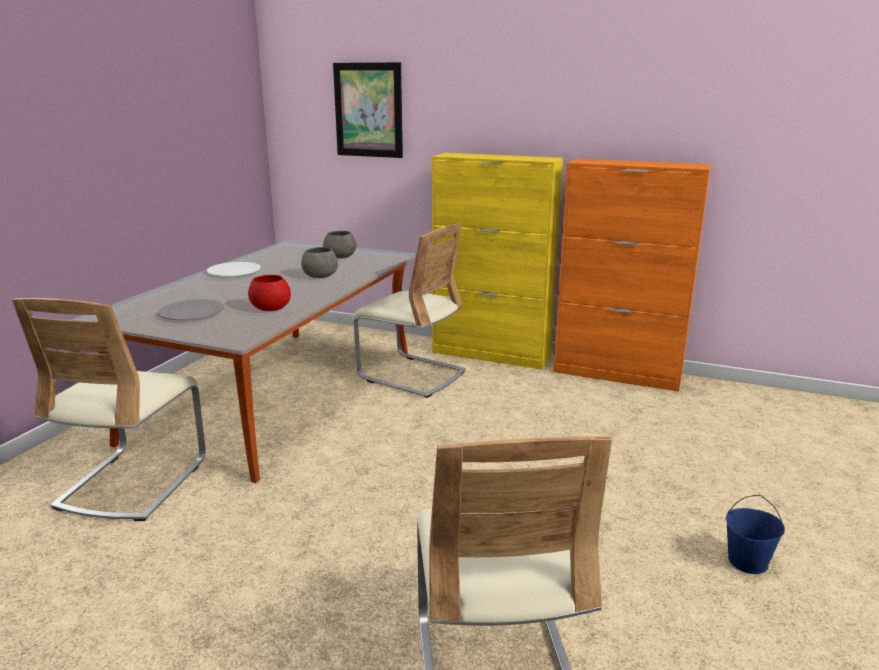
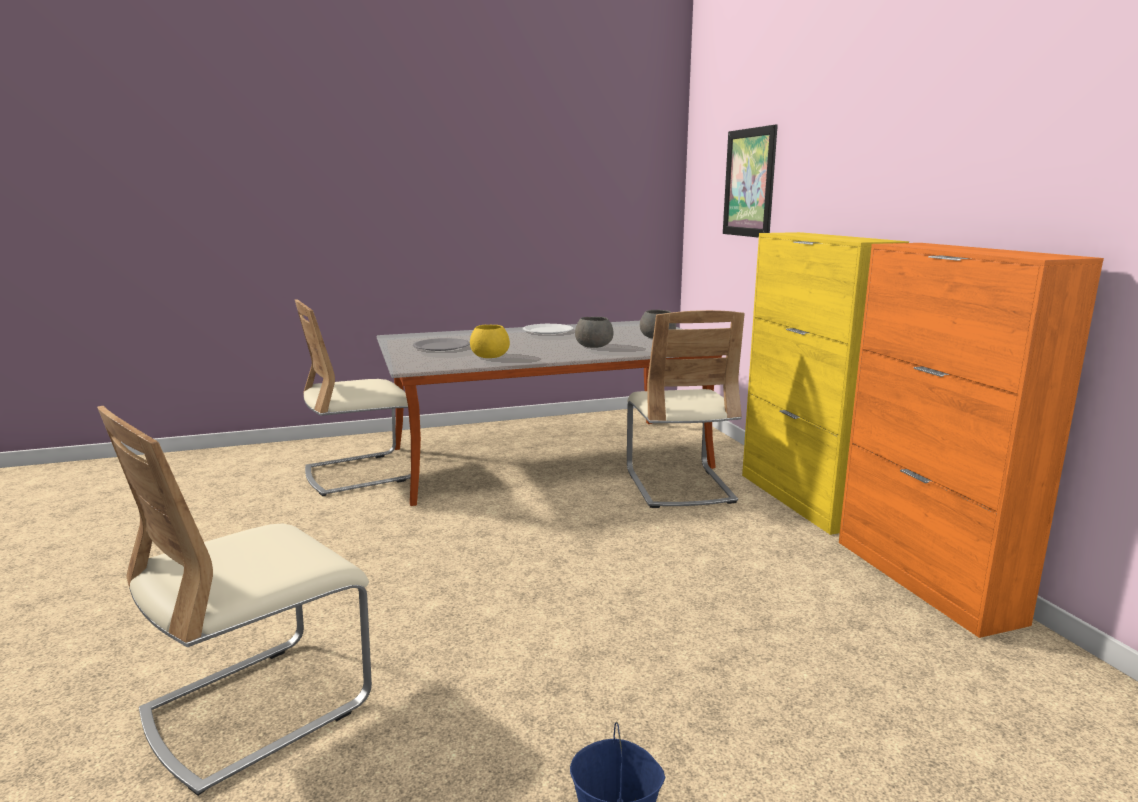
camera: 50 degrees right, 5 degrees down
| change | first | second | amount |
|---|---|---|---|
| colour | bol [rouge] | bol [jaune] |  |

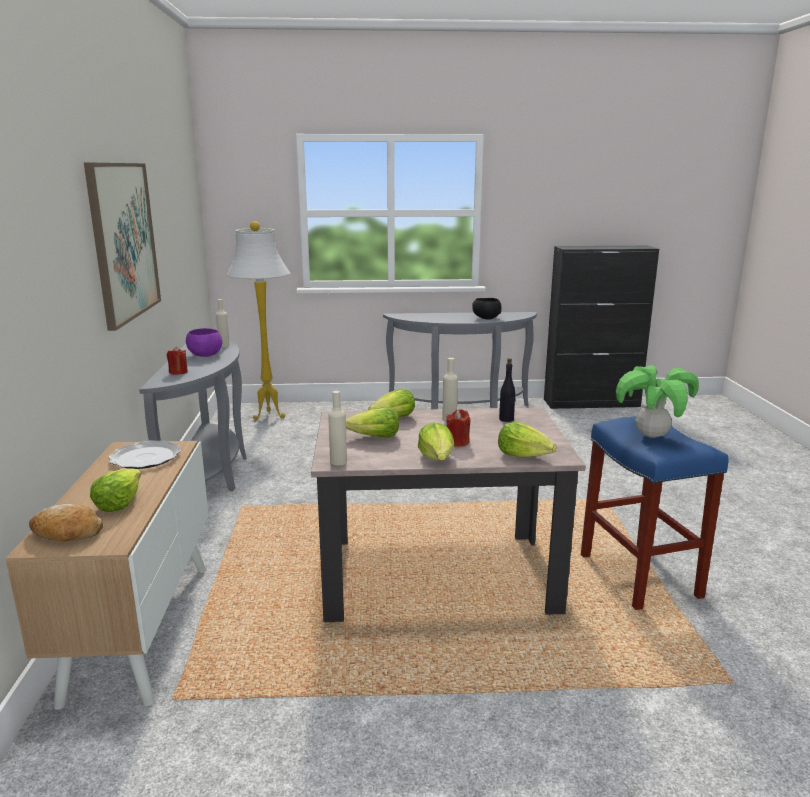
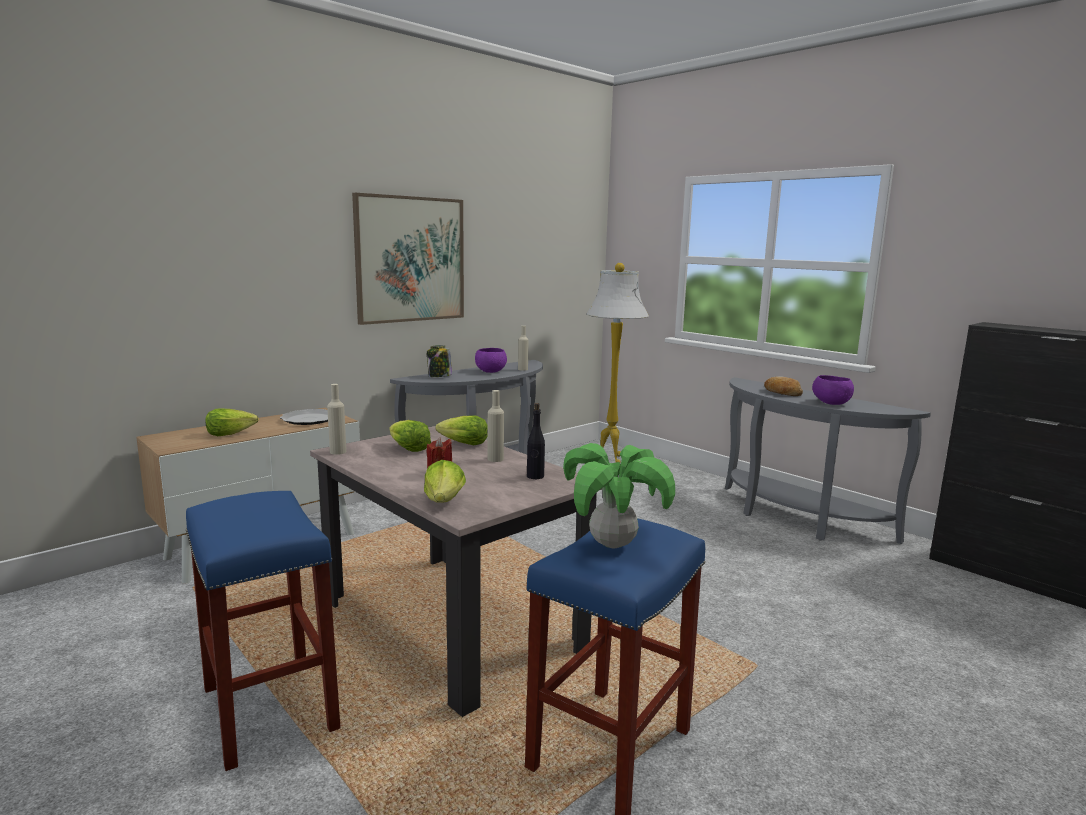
camera: 50 degrees right, 5 degrees down
| change | first | second | amount |
|---|---|---|---|
| relocated | pain |  |  |
| exchanged | bougie [rouge] (no. 1 from left) | bocal |  |
| missing | laitue (no. 4 from left) |  |  |
| colour | bol [noir] | bol [violet] (no. 2 from left) |  |
| appeared |  | tabouret [bleu] (no. 1 from left) |  |

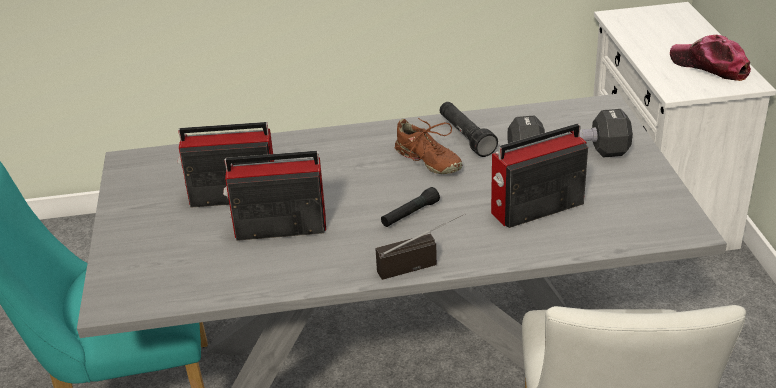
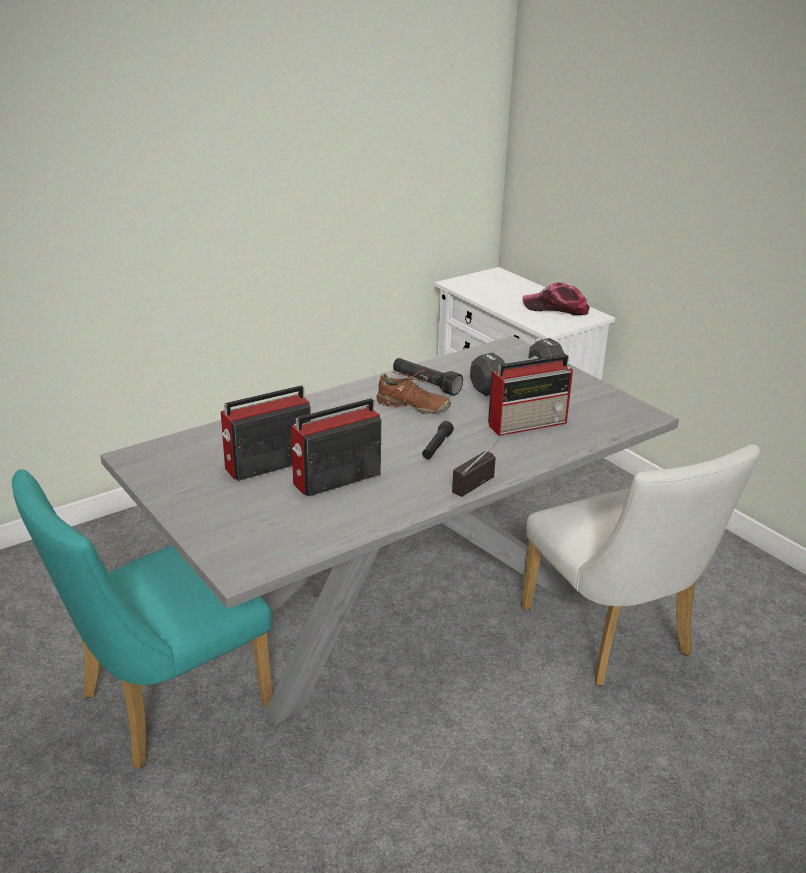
camera: 30 degrees left, 5 degrees down
| change | first | second | amount |
|---|---|---|---|
| spun | radio (no. 4 from left) |  | 150 degrees counterclockwise |

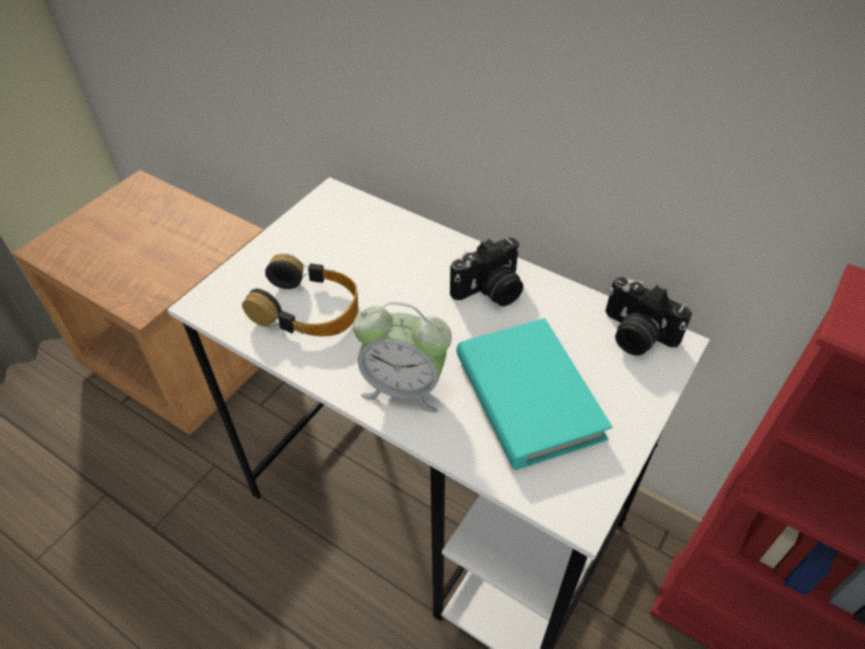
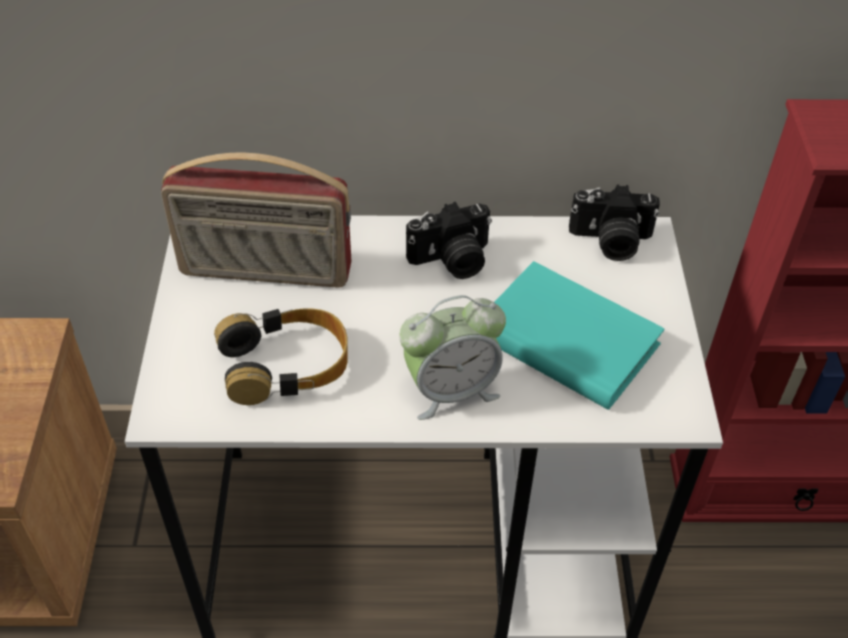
camera: 35 degrees left, 0 degrees up
| change | first | second | amount |
|---|---|---|---|
| spun | appareil photo (no. 1 from left) |  | 45 degrees clockwise |
| appeared |  | radio |  |

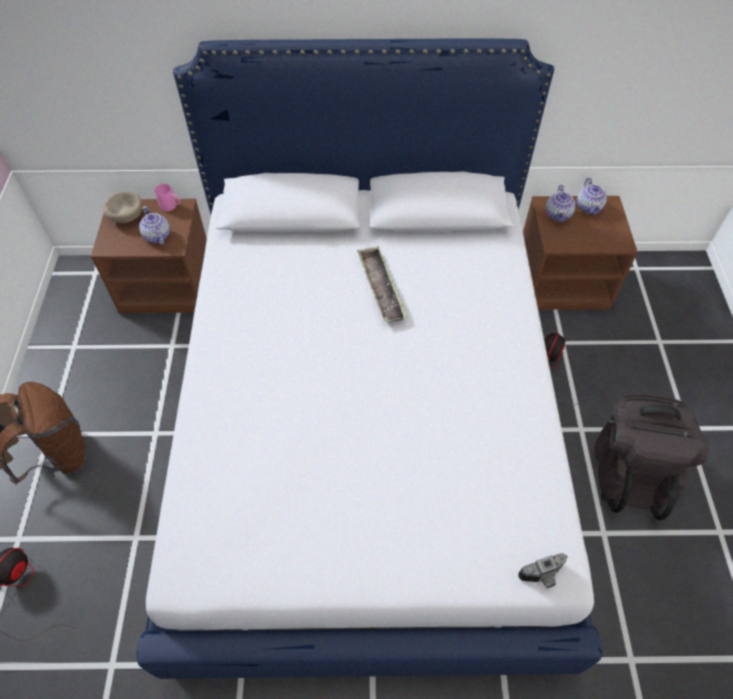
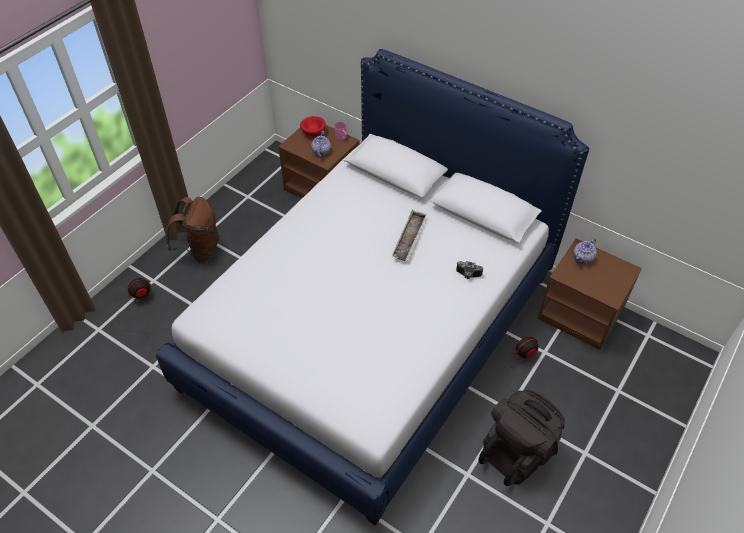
camera: 35 degrees right, 5 degrees down
| change | first | second | amount |
|---|---|---|---|
| colour | bol [beige] | bol [rouge] |  |
| relocated | appareil photo |  |  |
| missing | théière (no. 3 from left) |  |  |

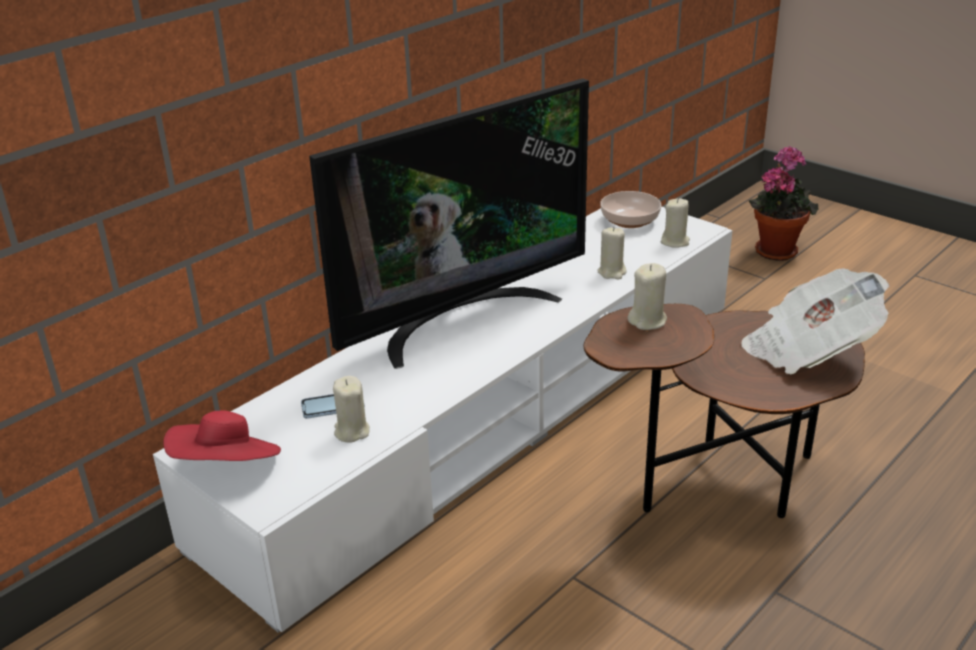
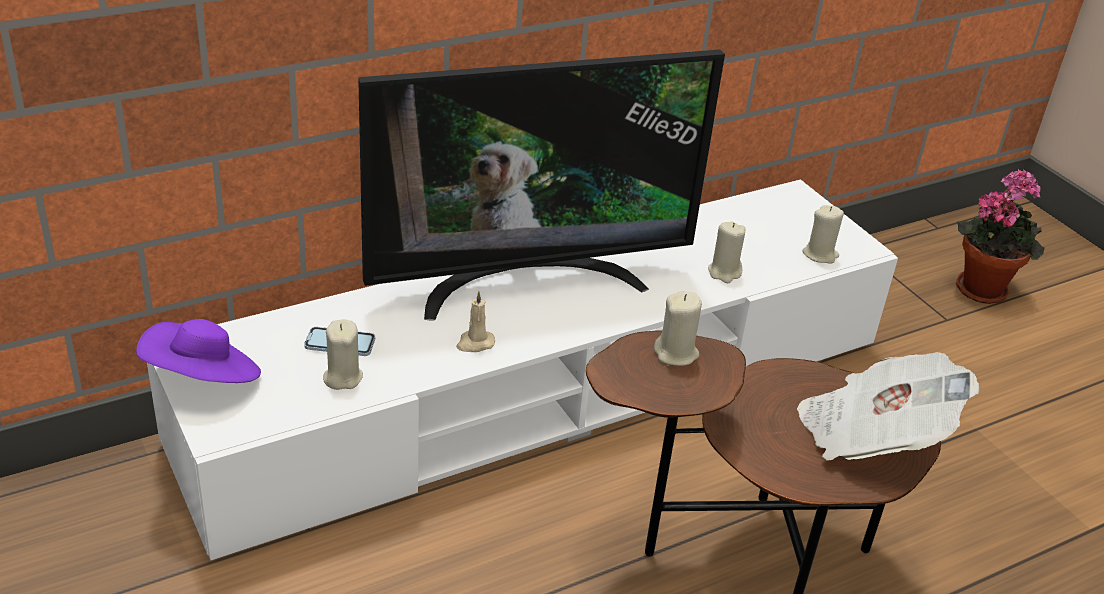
camera: 15 degrees right, 5 degrees up
| change | first | second | amount |
|---|---|---|---|
| colour | chapeau [rouge] | chapeau [violet] |  |
| missing | bol |  |  |
| appeared |  | bougie [beige] (no. 2 from left) |  |

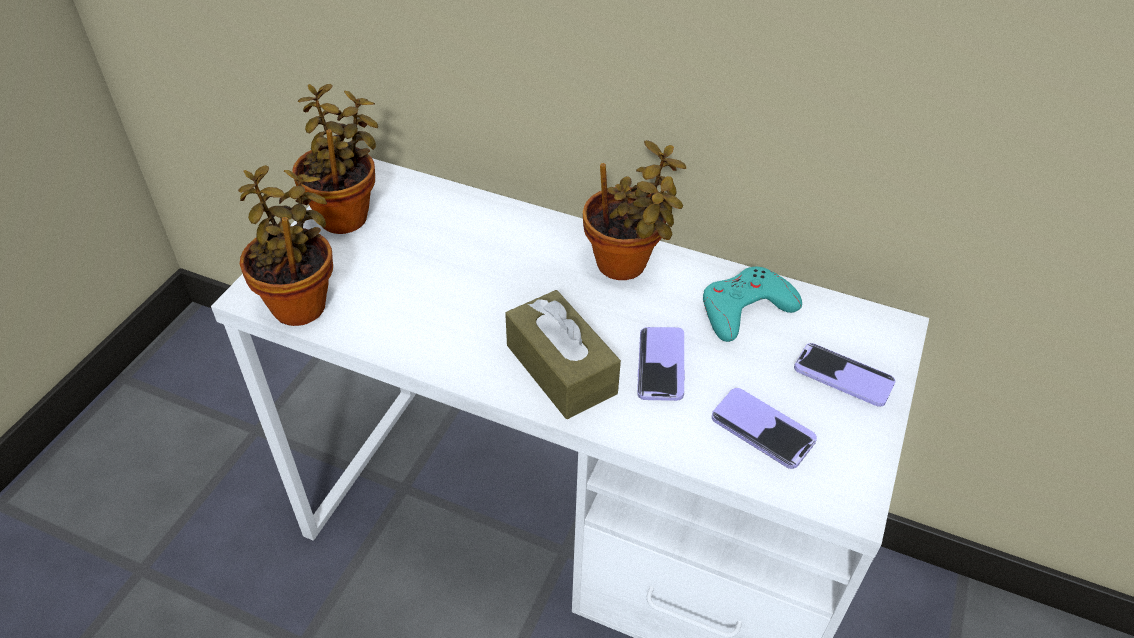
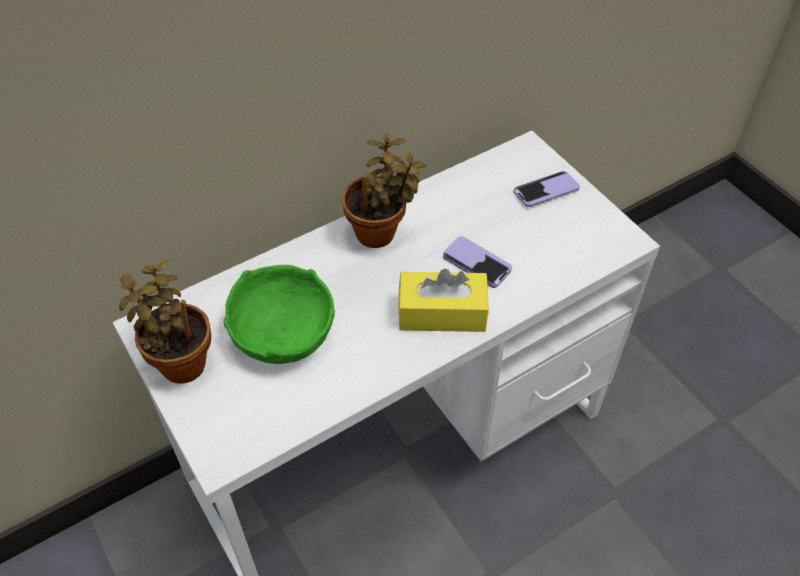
camera: 55 degrees left, 5 degrees up
| change | first | second | amount |
|---|---|---|---|
| missing | plante en pot (no. 1 from left) |  |  |
| colour | boîte à mouchoirs [marron] | boîte à mouchoirs [jaune] |  |
| missing | manette [turquoise] |  |  |
| missing | téléphone (no. 2 from left) |  |  |
| appeared |  | bol [vert] |  |

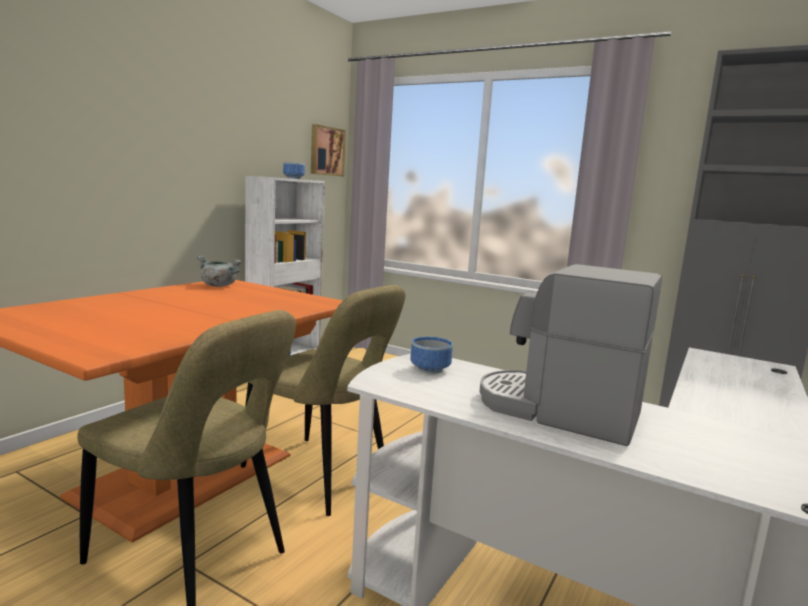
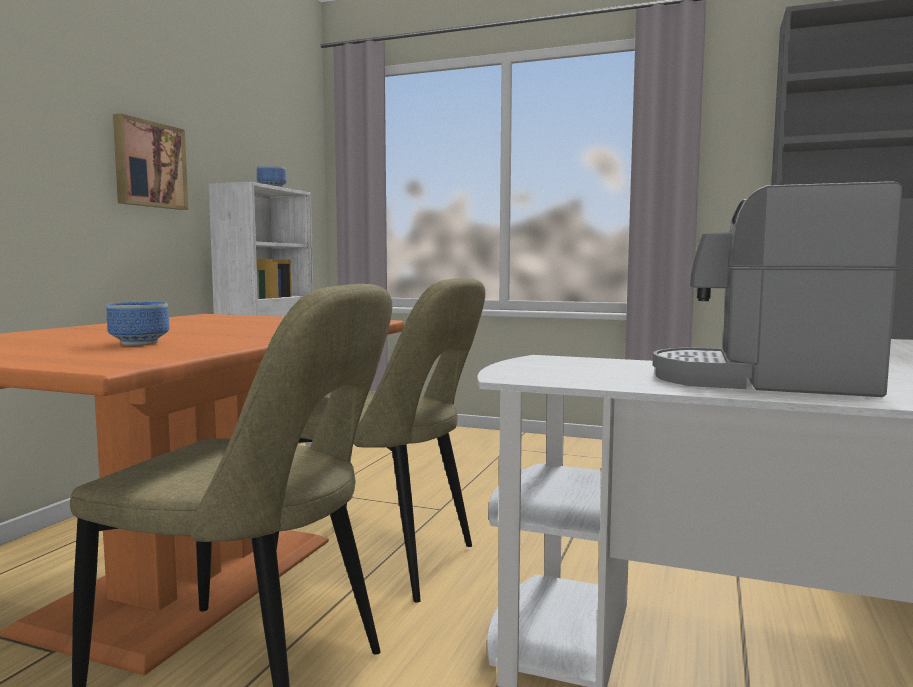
camera: 10 degrees left, 5 degrees down
| change | first | second | amount |
|---|---|---|---|
| missing | marmite [gris] |  |  |
| relocated | tableau |  |  |
| relocated | bol (no. 2 from left in the first image) | bol (no. 1 from left) |  |

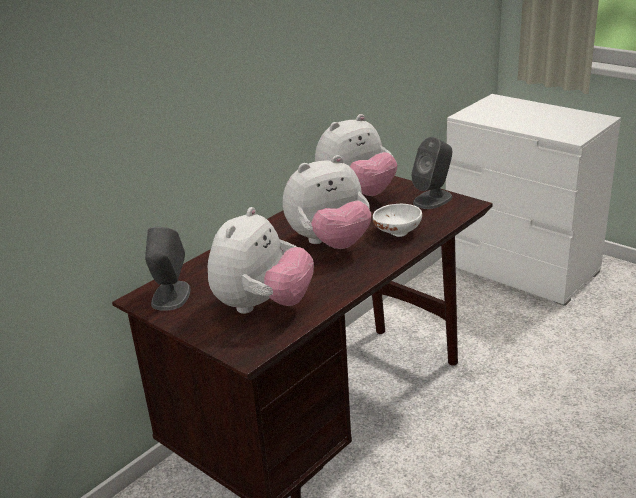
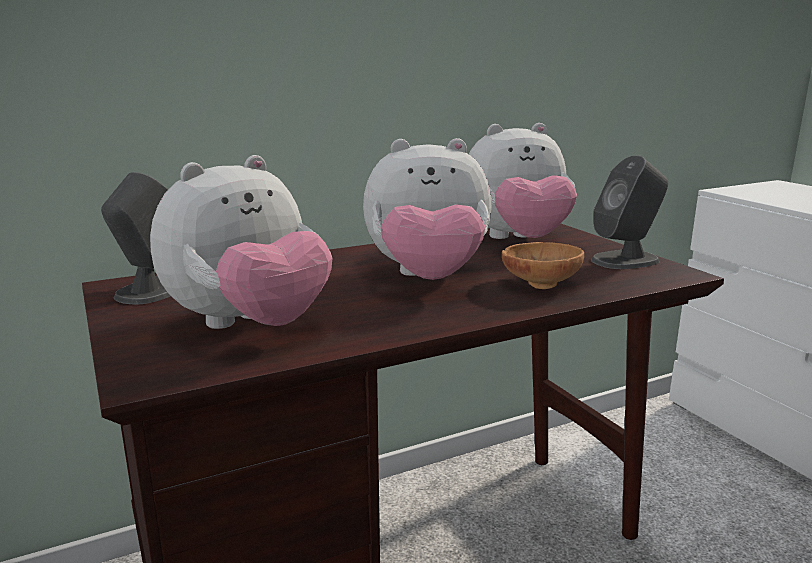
camera: 20 degrees right, 10 degrees down
| change | first | second | amount |
|---|---|---|---|
| colour | bol [blanc] | bol [marron] |  |

